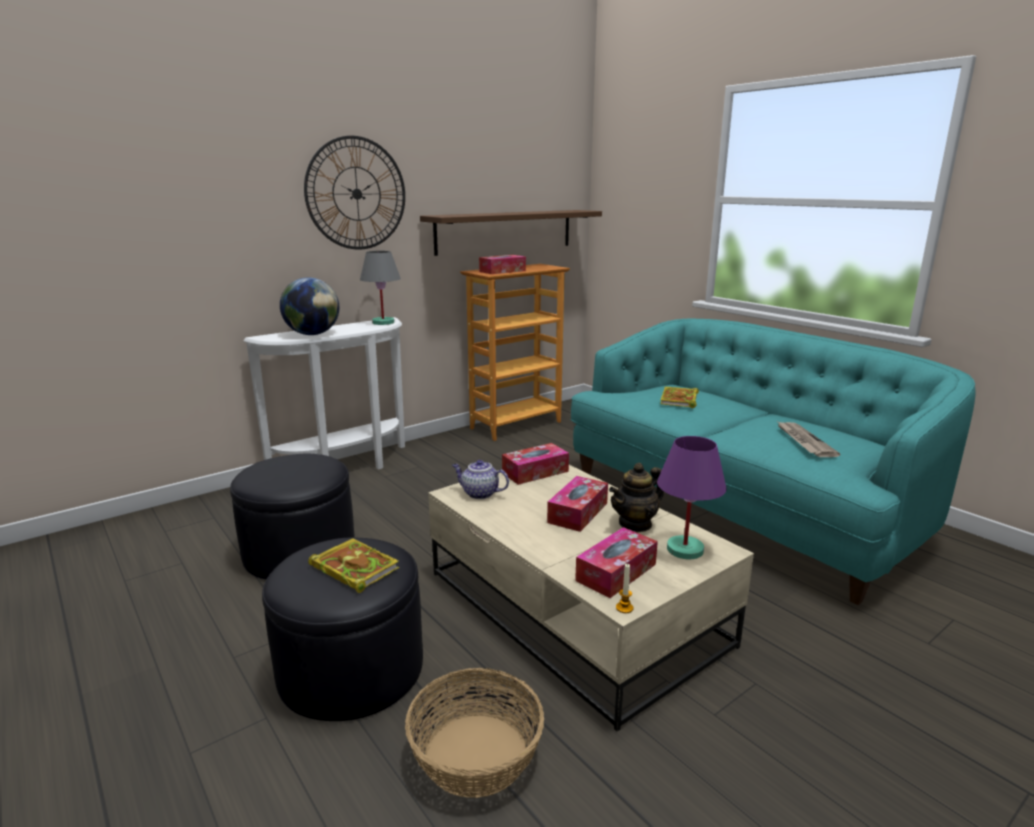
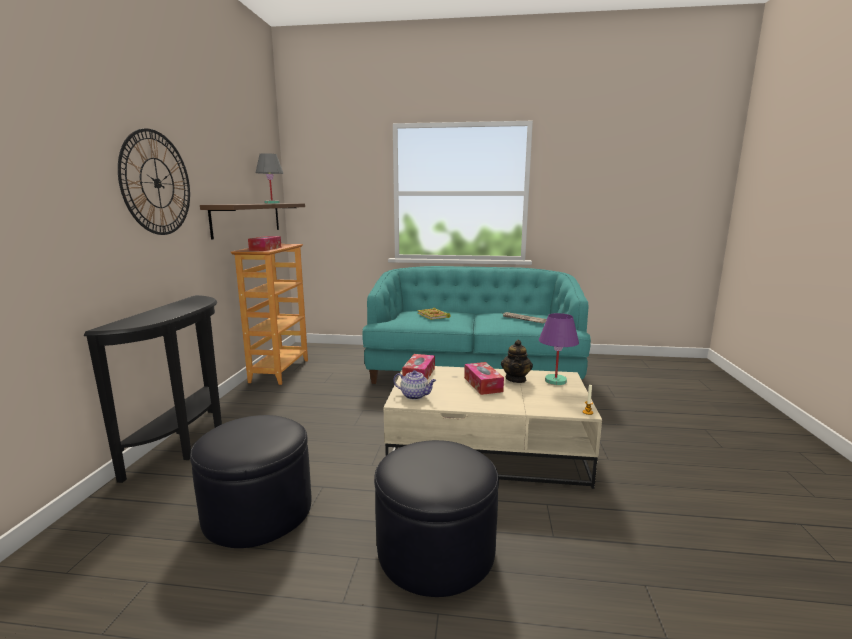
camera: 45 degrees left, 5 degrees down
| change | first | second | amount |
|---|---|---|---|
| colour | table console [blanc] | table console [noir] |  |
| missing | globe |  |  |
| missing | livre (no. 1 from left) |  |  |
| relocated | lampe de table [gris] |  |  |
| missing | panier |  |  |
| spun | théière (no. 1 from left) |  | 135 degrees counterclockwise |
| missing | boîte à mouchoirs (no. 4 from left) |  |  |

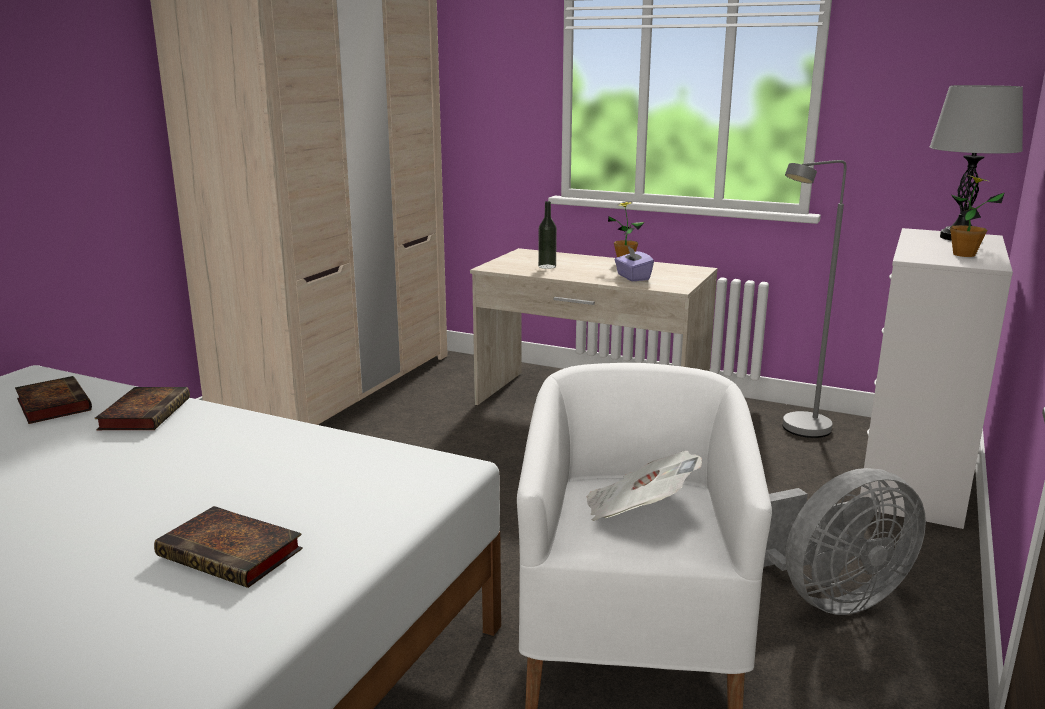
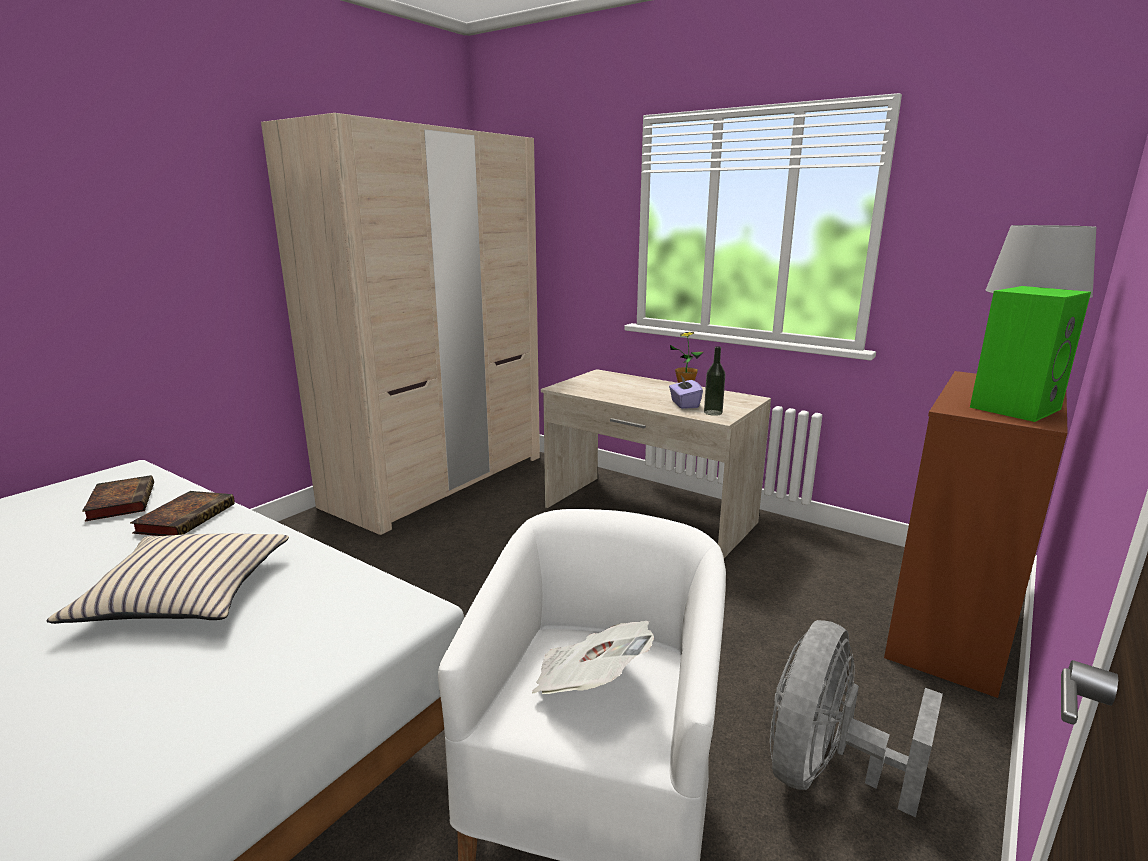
camera: 10 degrees right, 0 degrees up
| change | first | second | amount |
|---|---|---|---|
| missing | livre (no. 3 from left) |  |  |
| relocated | bouteille |  |  |
| spun | ventilateur [gris] |  | 135 degrees clockwise |
| missing | lampadaire [gris] |  |  |
| colour | commode [blanc] | commode [marron] |  |
| exchanged | plante en pot (no. 2 from left) | enceinte [vert] |  |
| appeared |  | coussin [beige] |  |

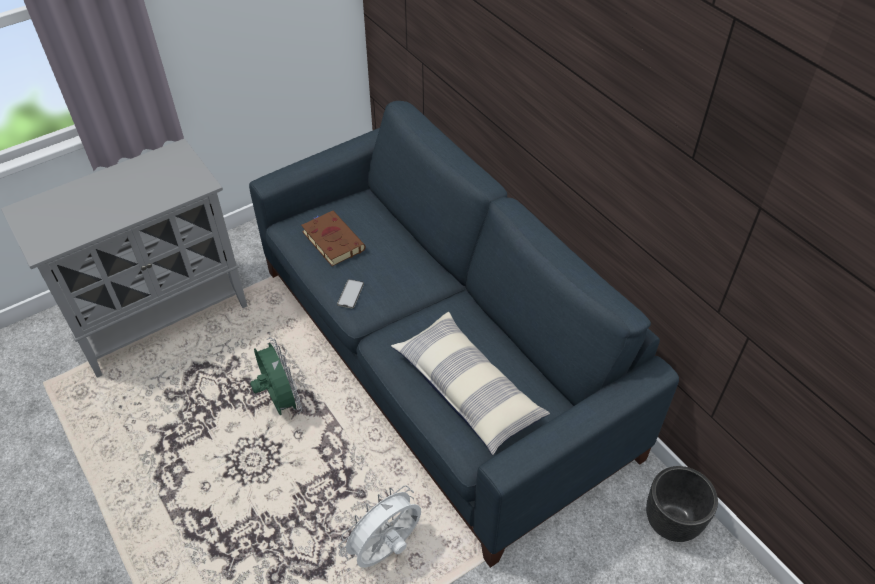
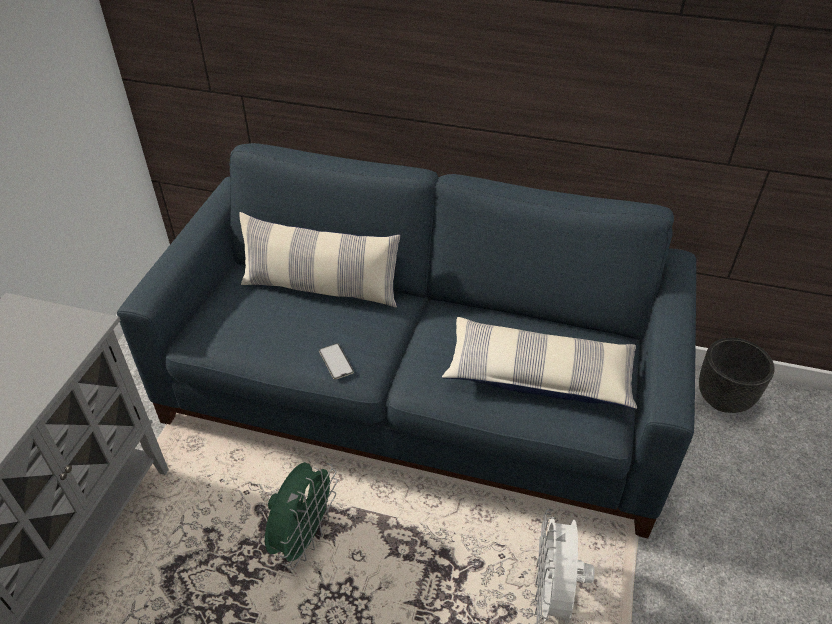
camera: 40 degrees left, 5 degrees down
| change | first | second | amount |
|---|---|---|---|
| spun | ventilateur [vert] |  | 90 degrees clockwise |
| missing | livre [marron] |  |  |
| appeared |  | coussin (no. 1 from left) |  |

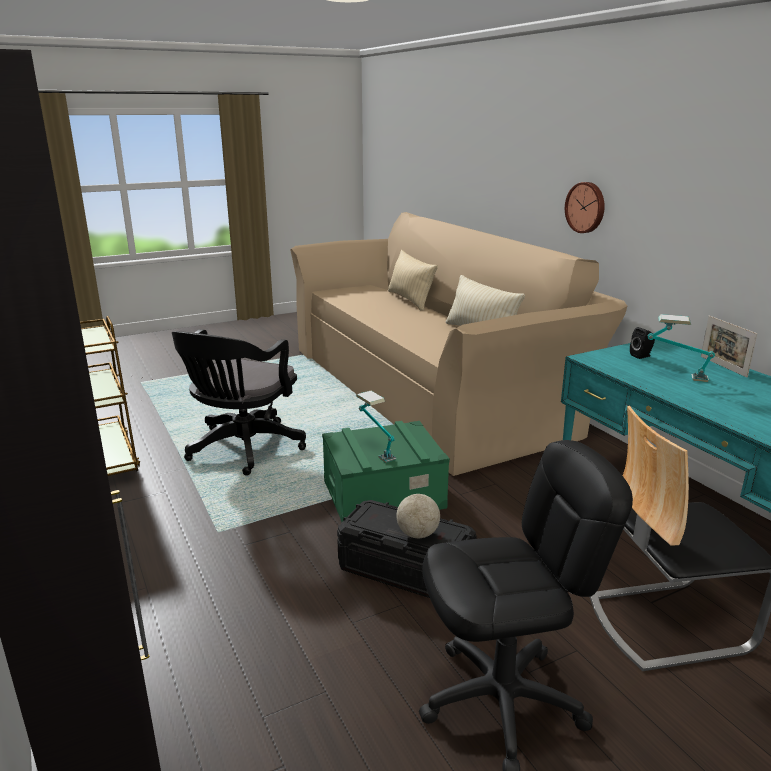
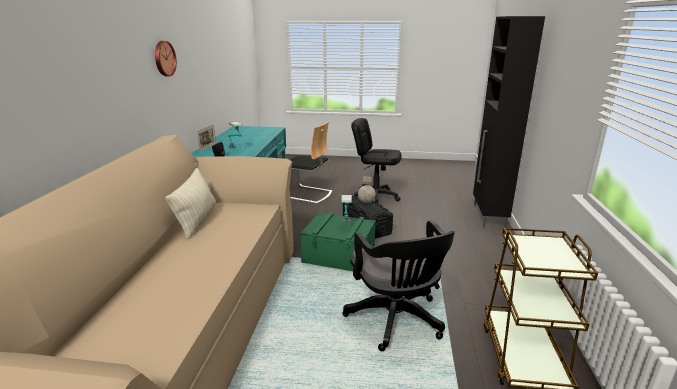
camera: 145 degrees left, 0 degrees up
| change | first | second | amount |
|---|---|---|---|
| spun | chaise de bureau [noir] (no. 1 from left in the first image) | chaise de bureau [noir] (no. 2 from left) | 105 degrees clockwise |
| missing | coussin [beige] (no. 1 from left) |  |  |
| relocated | horloge murale |  |  |

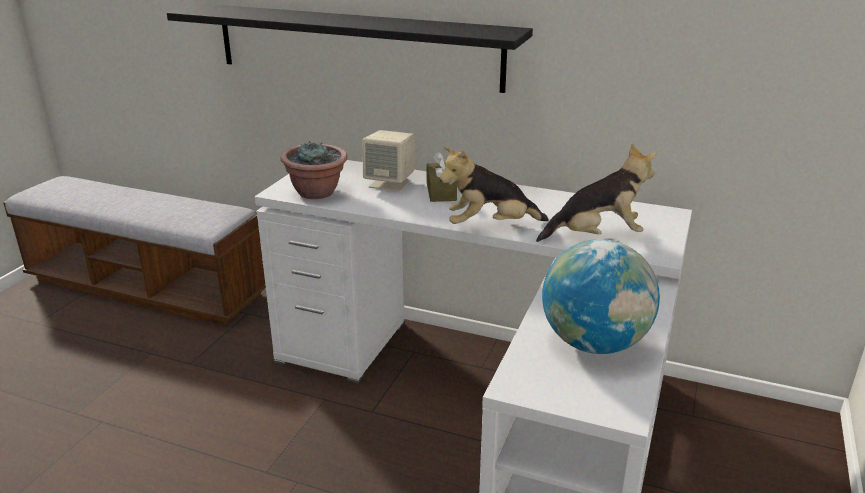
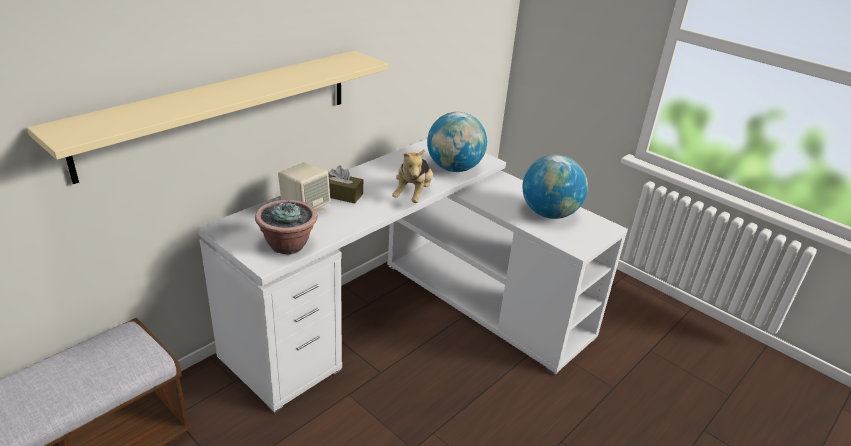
camera: 70 degrees left, 5 degrees up
| change | first | second | amount |
|---|---|---|---|
| colour | étagère [noir] | étagère [beige] |  |
| exchanged | peluche (no. 2 from left) | globe (no. 1 from left) |  |

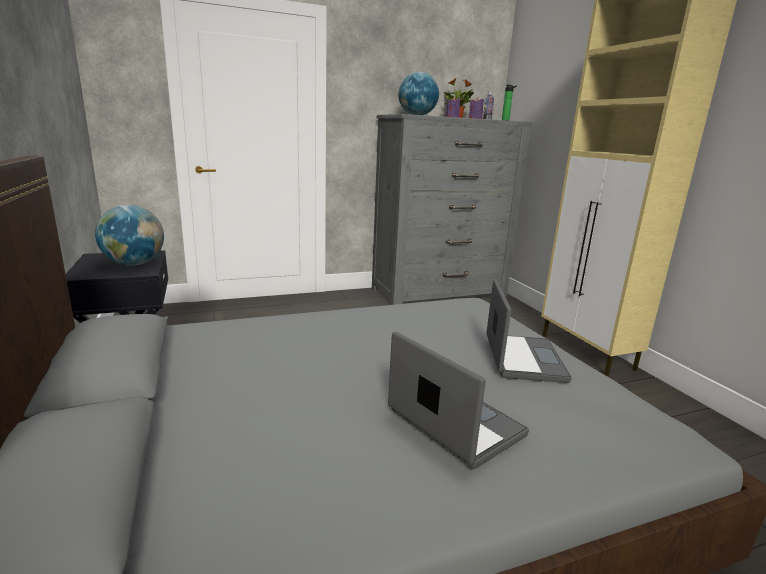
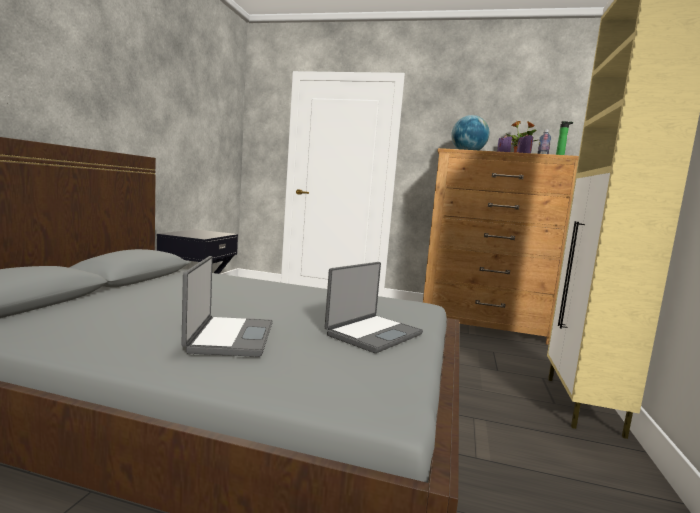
camera: 35 degrees right, 10 degrees down
| change | first | second | amount |
|---|---|---|---|
| missing | globe (no. 1 from left) |  |  |
| colour | commode [gris] | commode [marron] |  |

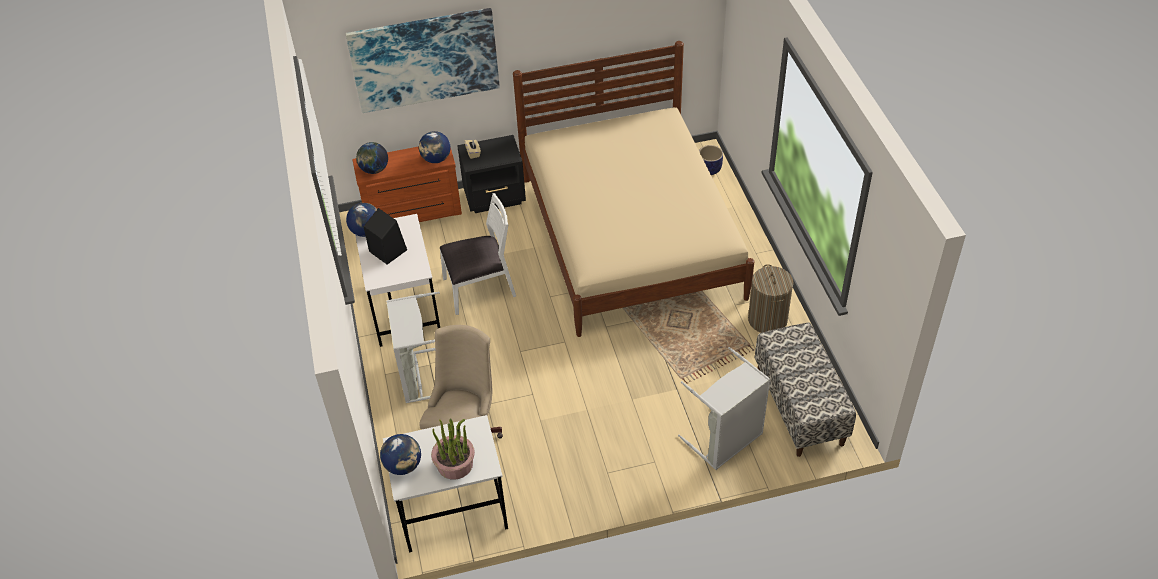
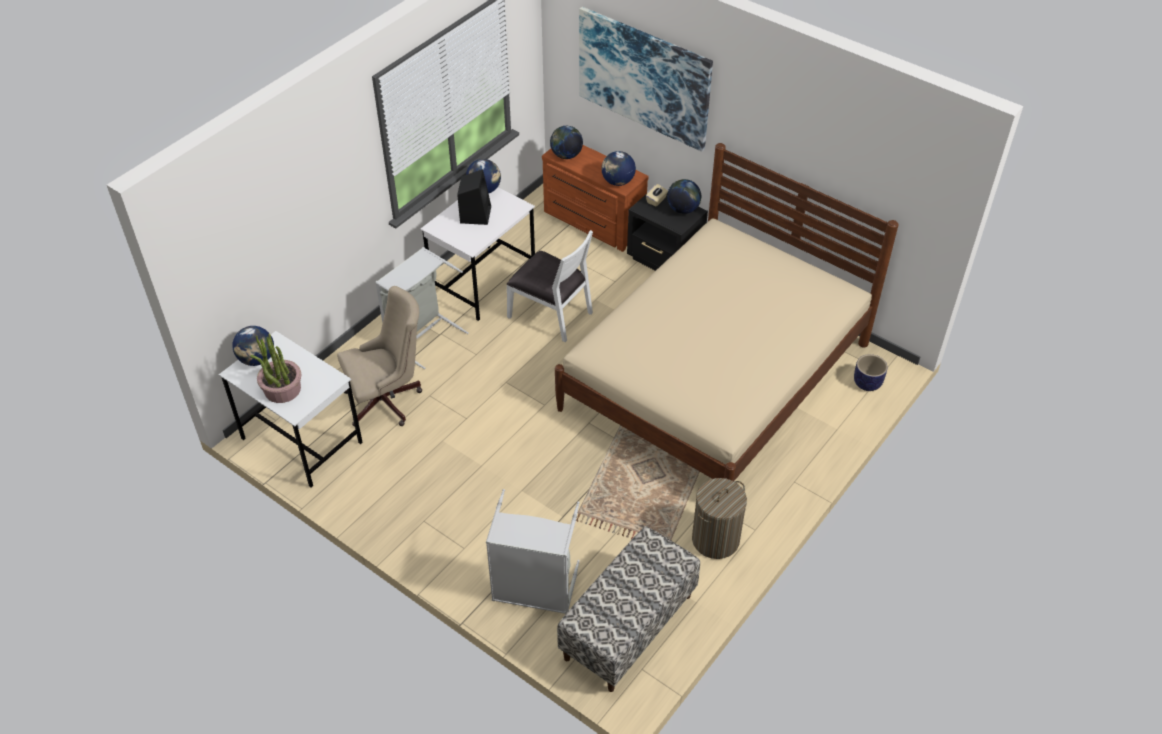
camera: 50 degrees right, 0 degrees up
| change | first | second | amount |
|---|---|---|---|
| appeared |  | globe (no. 5 from left) |  |

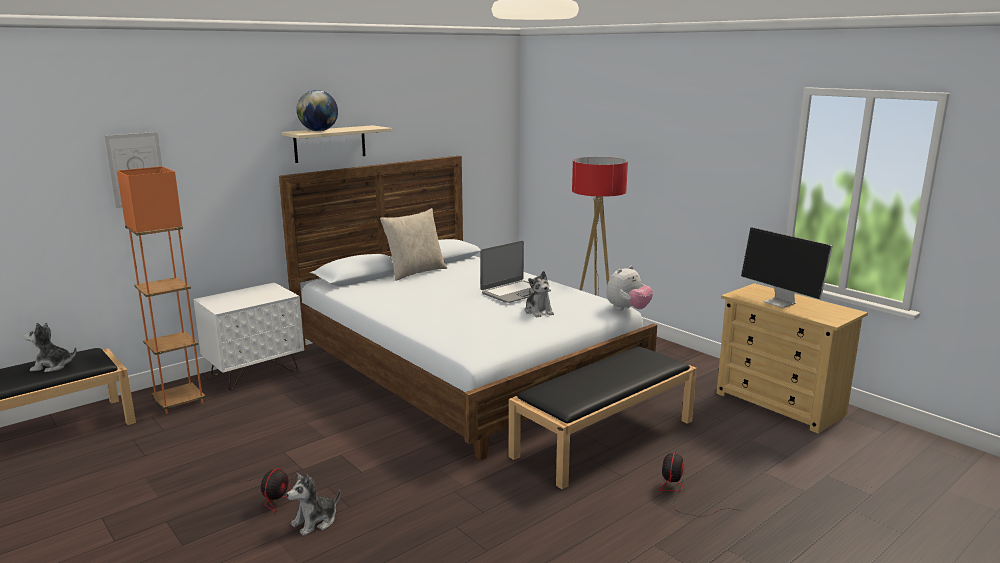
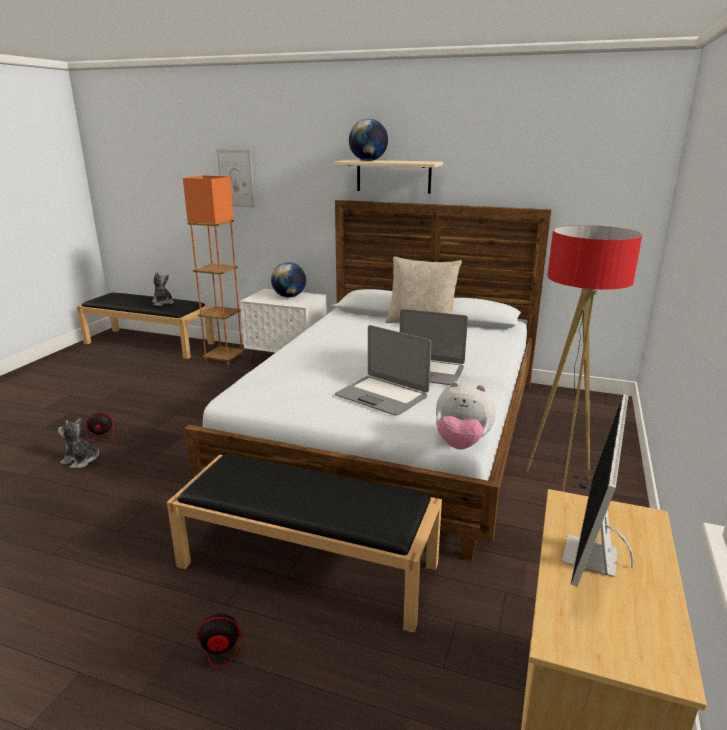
camera: 60 degrees right, 5 degrees up
| change | first | second | amount |
|---|---|---|---|
| exchanged | peluche (no. 3 from left) | ordinateur portable (no. 1 from left) |  |
| appeared |  | globe (no. 1 from left) |  |

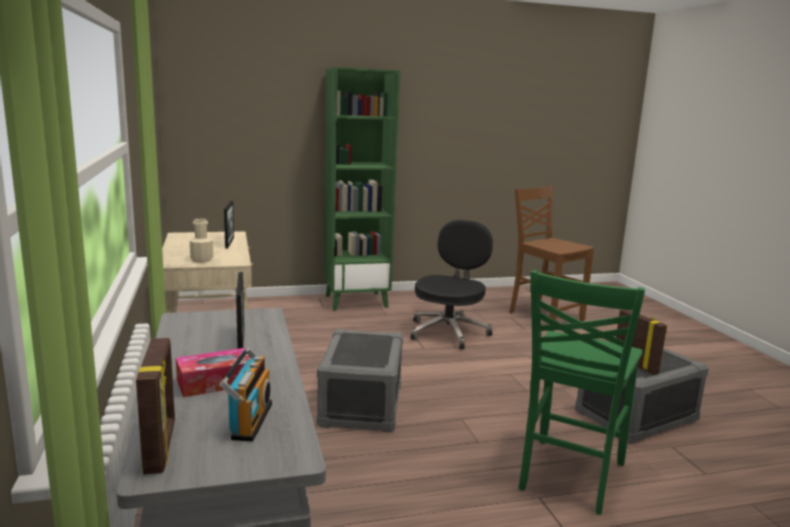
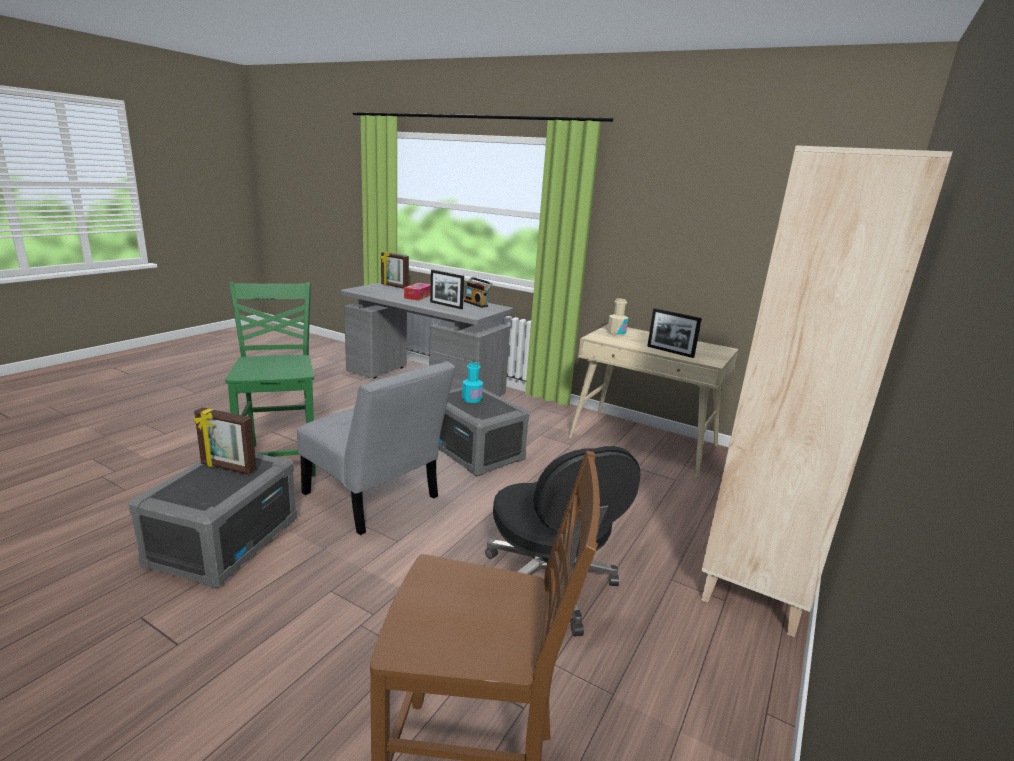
camera: 135 degrees right, 5 degrees up
| change | first | second | amount |
|---|---|---|---|
| relocated | radio |  |  |
| colour | bibliothèque [vert] | bibliothèque [beige] |  |
| appeared |  | chaise [gris] |  |
| appeared |  | bouteille [turquoise] |  |

